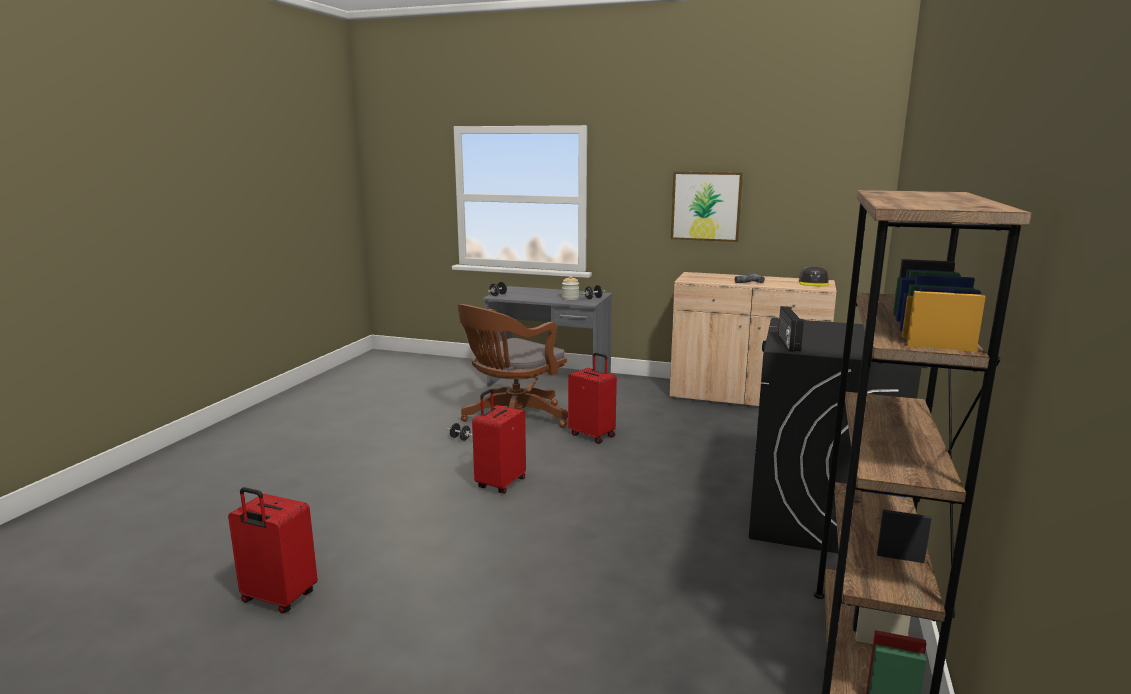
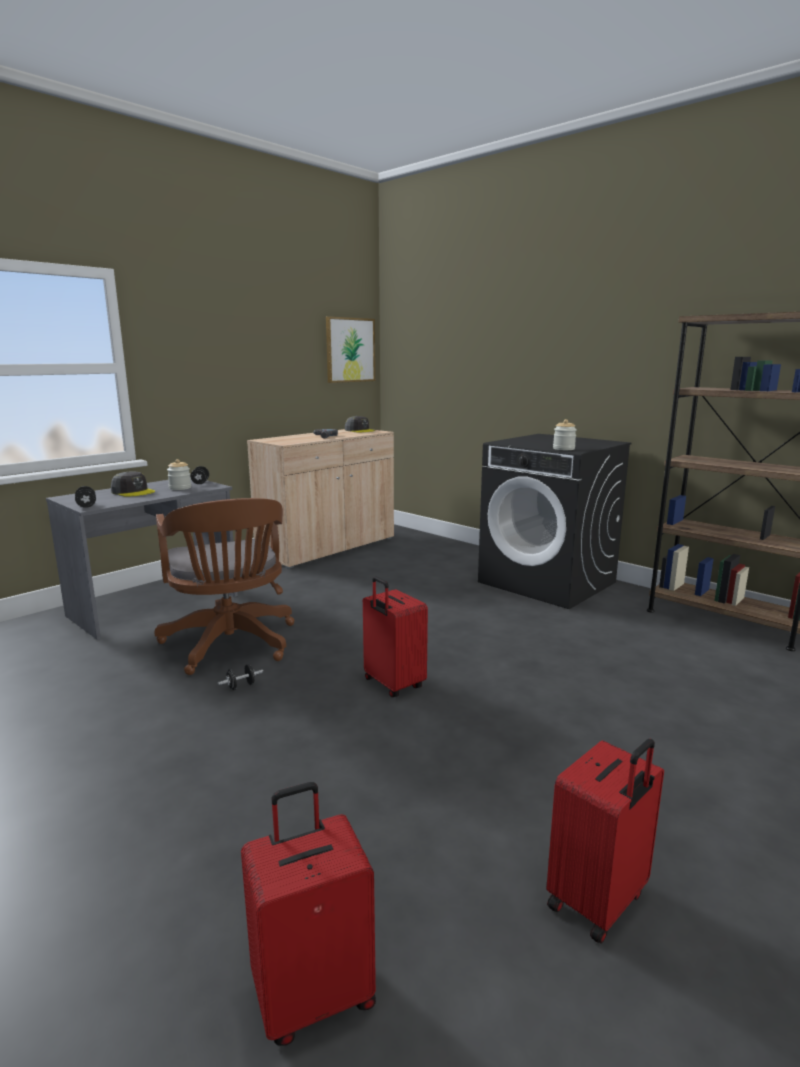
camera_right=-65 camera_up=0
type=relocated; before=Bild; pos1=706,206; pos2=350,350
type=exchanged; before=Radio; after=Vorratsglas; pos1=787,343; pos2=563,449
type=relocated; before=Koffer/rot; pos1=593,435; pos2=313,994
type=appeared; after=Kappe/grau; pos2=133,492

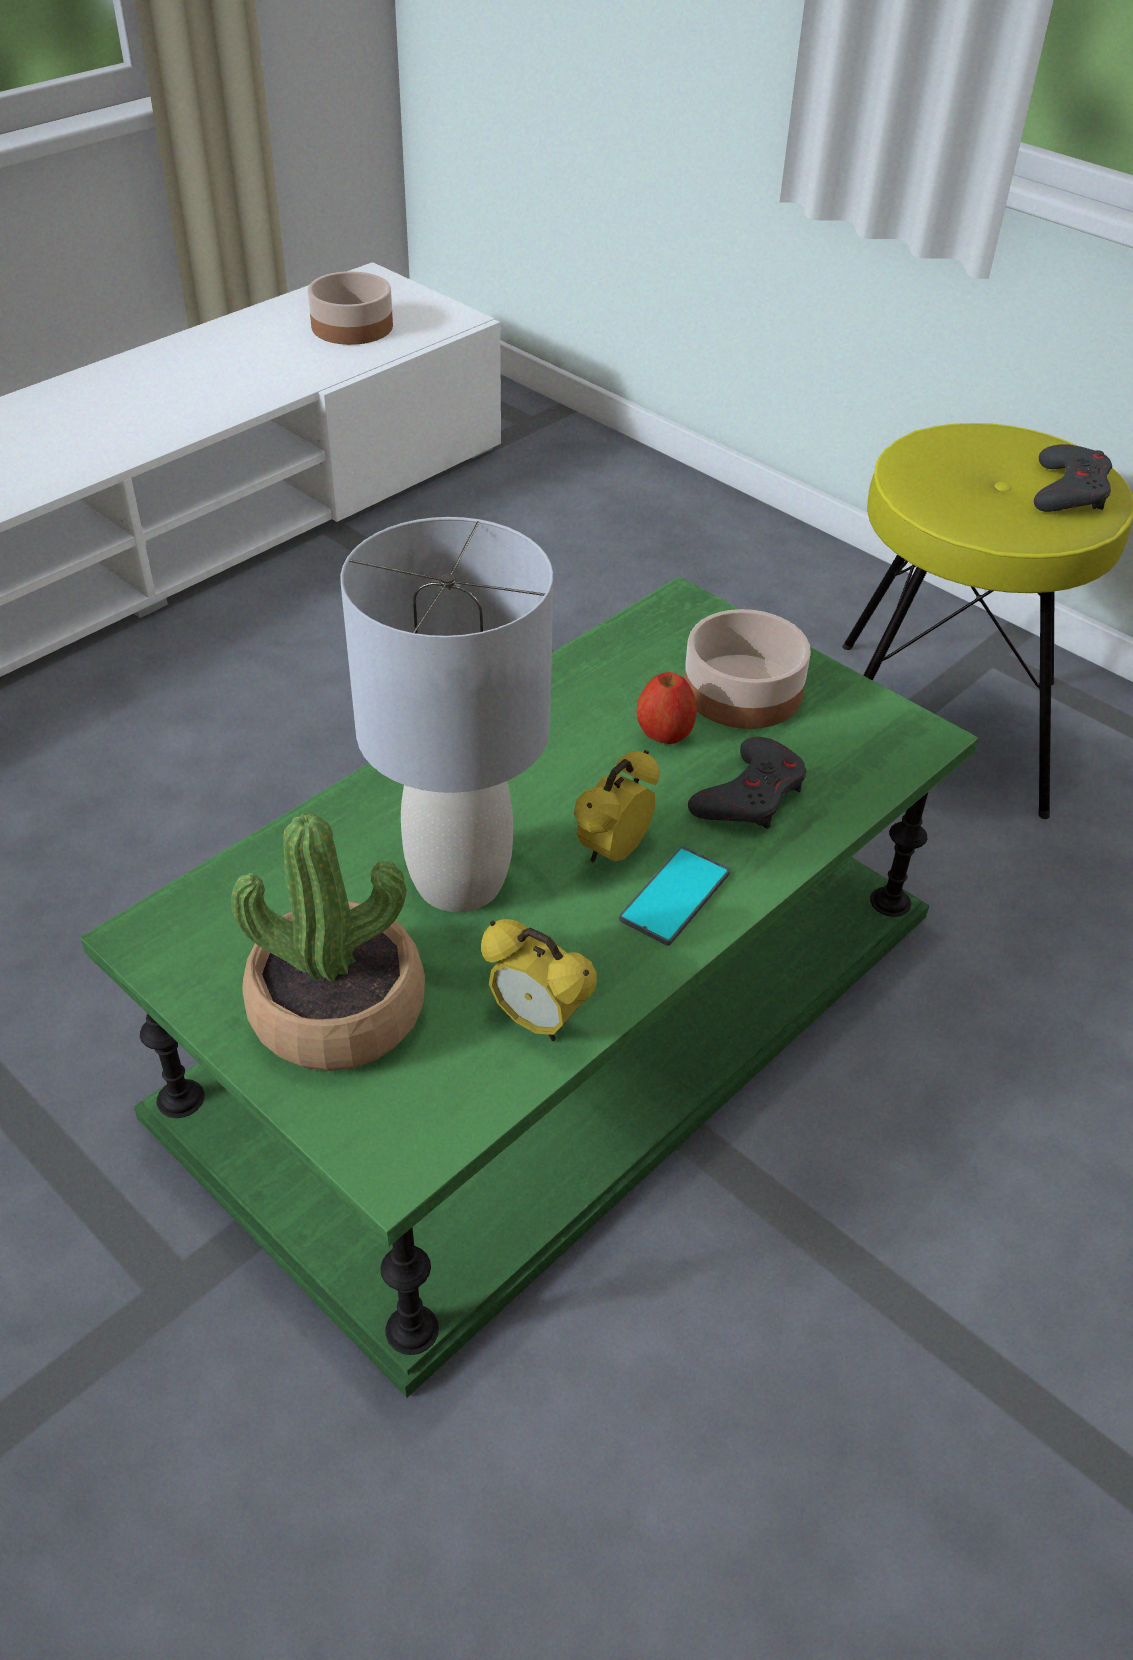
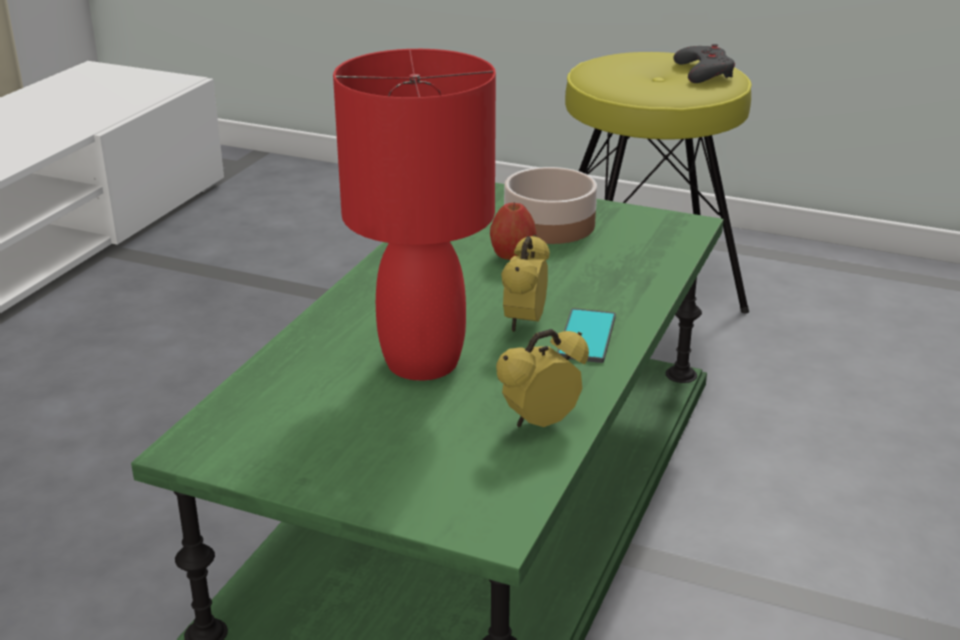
camera_right=-20 camera_up=-15
type=missing; before=Schüssel; pos1=353,327
type=colour; before=Tischlampe/grau; after=Tischlampe/rot; pos1=457,882; pos2=421,363
type=missing; before=Gamepad/grau; pos1=750,794
type=missing; before=Topfpflanze; pos1=338,1009
type=spun; before=Wecker; pos1=537,1022; pos2=541,424; turn=135

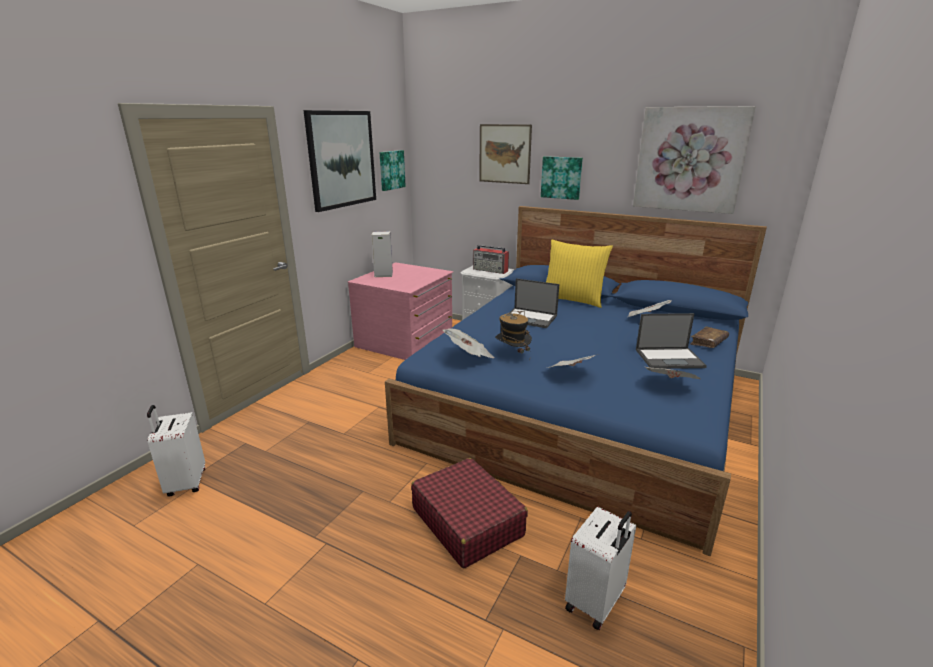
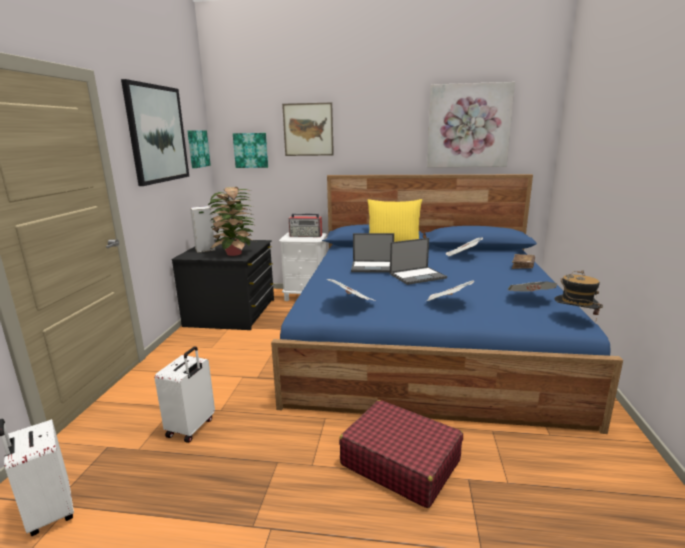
camera_right=-20 camera_up=-5
type=relocated; before=Bild; pos1=561,177; pos2=251,150
type=colour; before=Kommode/rosa; after=Kommode/schwarz; pos1=406,340; pos2=232,312
type=relocated; before=Hut; pos1=512,356; pos2=574,320
type=relocated; before=Laptop; pos1=670,358; pos2=418,276
type=relocated; before=Koffer/weiß; pos1=595,602; pos2=192,427
type=appeared; after=Topfpflanze; pos2=235,254

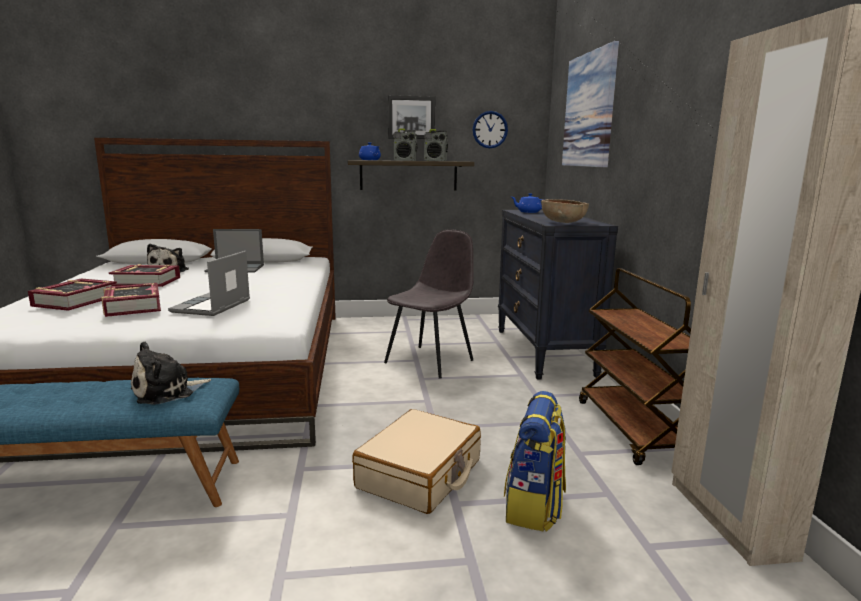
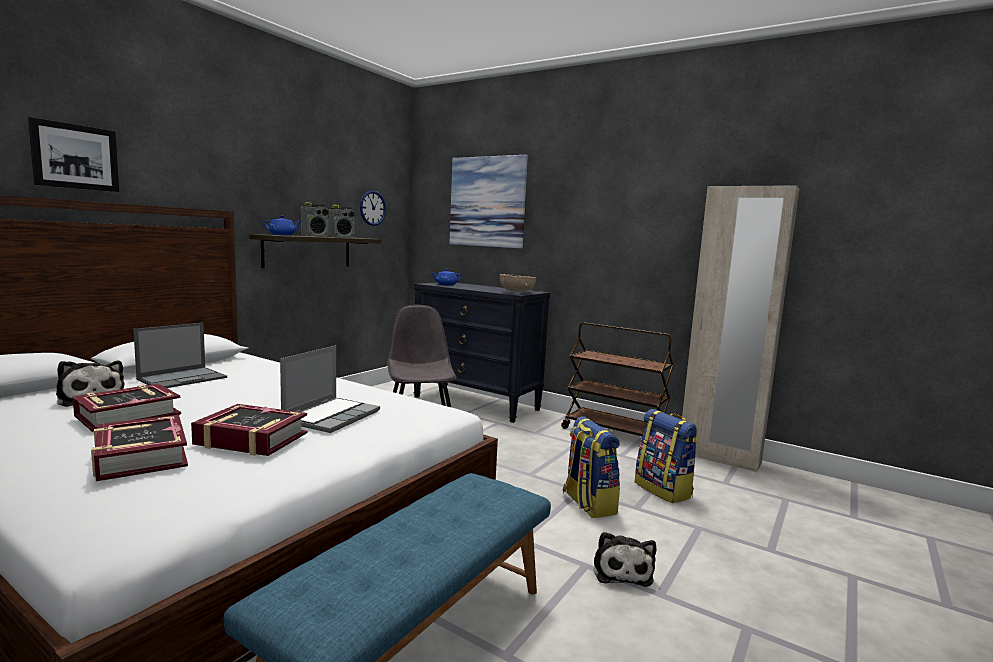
camera_right=-50 camera_up=-5
type=relocated; before=Bild; pos1=411,117; pos2=75,157
type=spun; before=Laptop; pos1=212,306; pos2=331,416; turn=-120
type=relocated; before=Plüschtier; pos1=167,391; pos2=621,570
type=exchanged; before=Koffer/beige; after=Rucksack; pos1=420,474; pos2=588,503

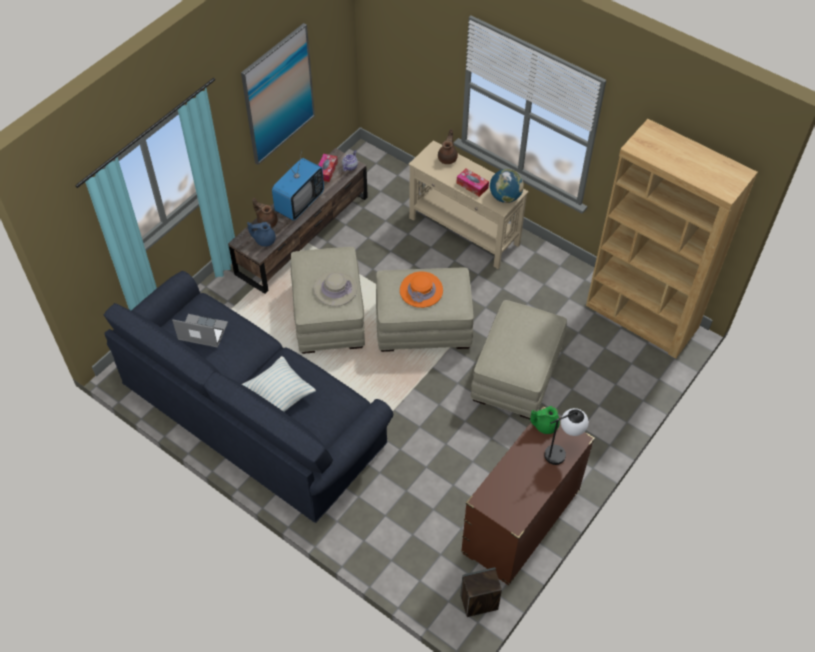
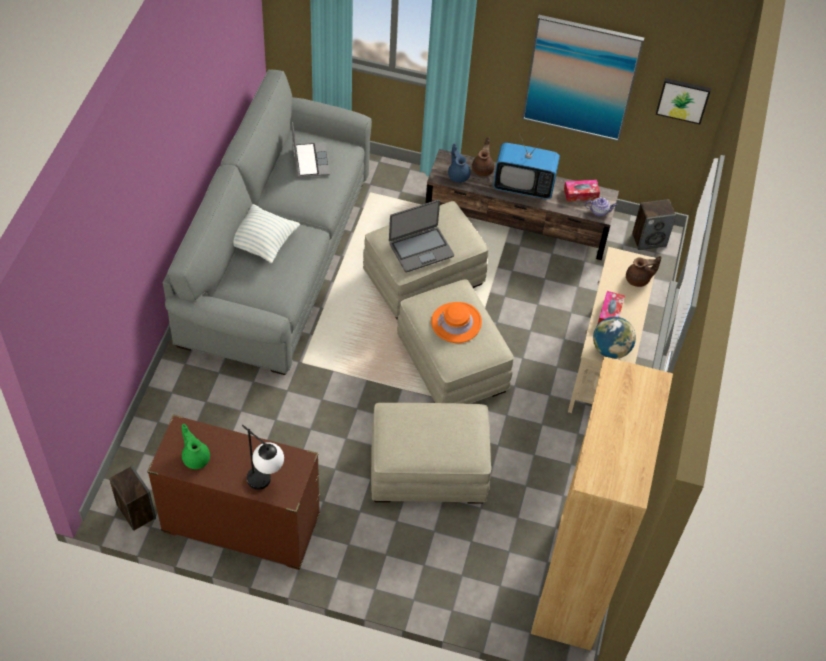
camera_right=65 camera_up=0
type=colour; before=Sofa/blau; after=Sofa/grau; pos1=253,415; pos2=276,258
type=exchanged; before=Hut/beige; after=Laptop; pos1=335,289; pos2=421,249
type=relocated; before=Teekanne/grün; pos1=544,425; pos2=196,457
type=appeared; after=Bild; pos2=683,99
type=appeared; after=Lautsprecher; pos2=649,240

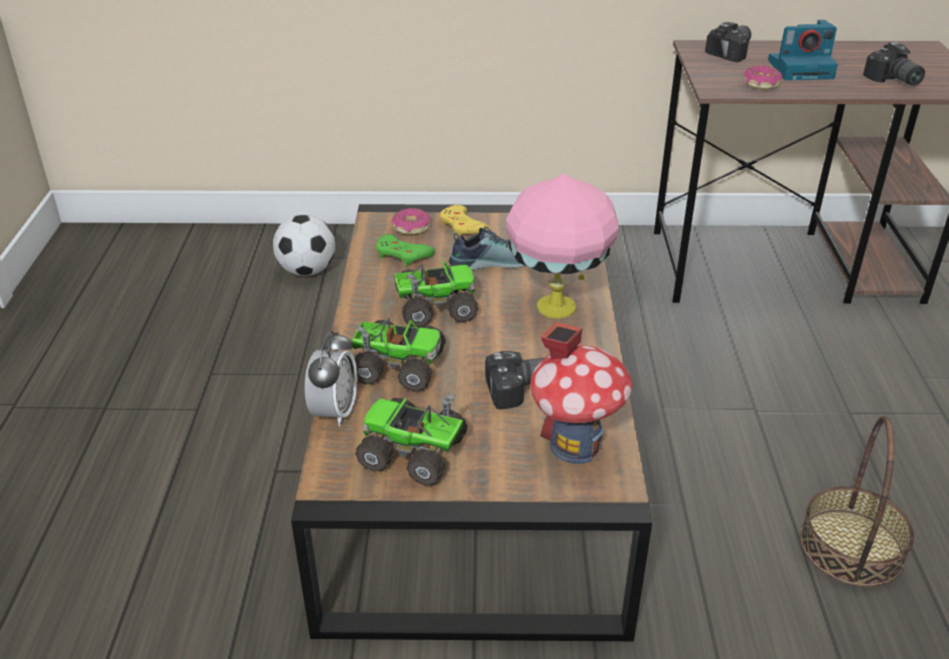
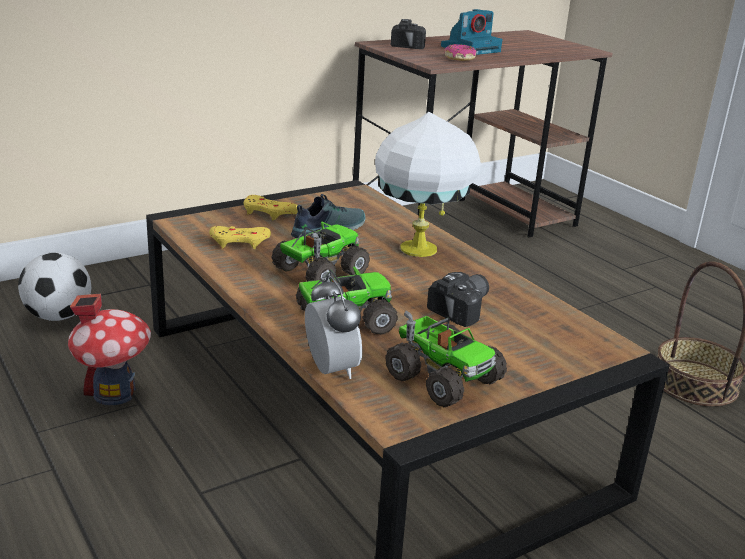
camera_right=-35 camera_up=-10
type=missing; before=Kamera; pos1=892,80
type=colour; before=Tischlampe/rosa; after=Tischlampe/weiß; pos1=557,308; pos2=420,249
type=missing; before=Donut; pos1=411,228
type=colour; before=Gamepad/grün; after=Gamepad/gelb; pos1=402,255; pos2=240,242
type=relocated; before=Spielzeughaus; pos1=575,445; pos2=114,393
type=spun; before=Spielzeuglaster; pos1=414,454; pos2=442,378; turn=-120

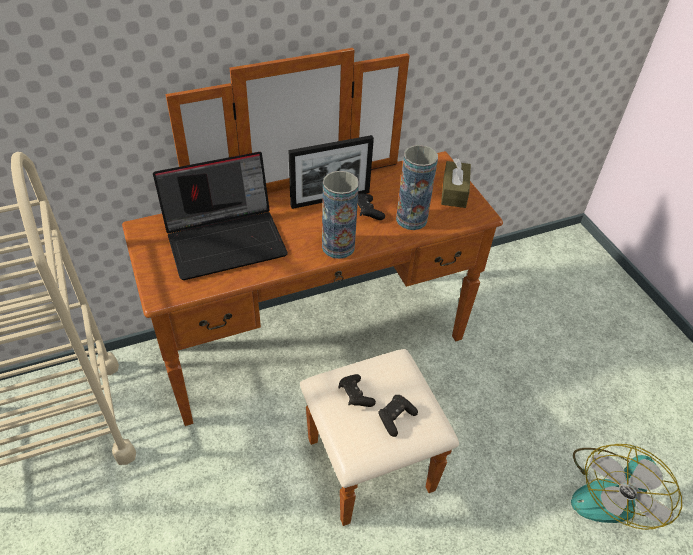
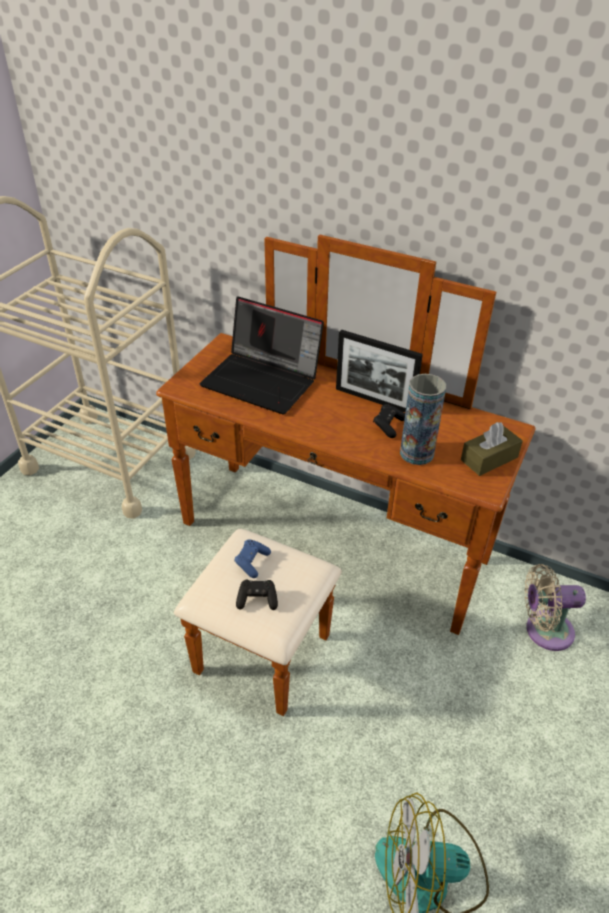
camera_right=50 camera_up=-5
type=missing; before=Vase; pos1=338,247
type=colour; before=Gamepad/schwarz; after=Gamepad/blau; pos1=355,396; pos2=252,562
type=appeared; after=Ventilator/beige; pos2=544,630

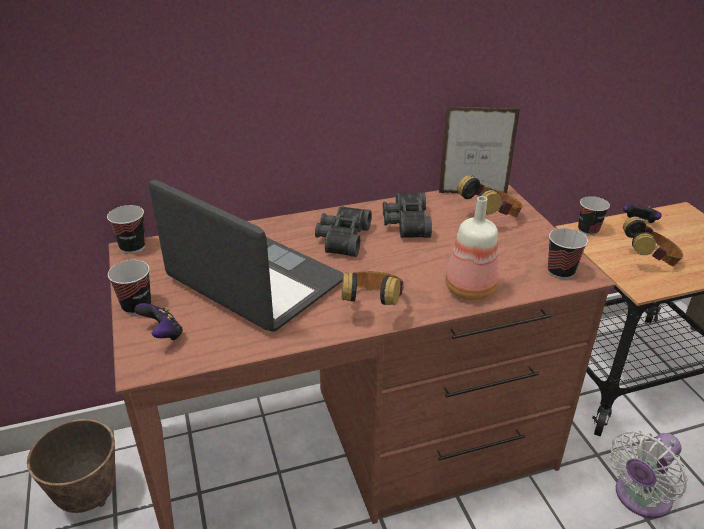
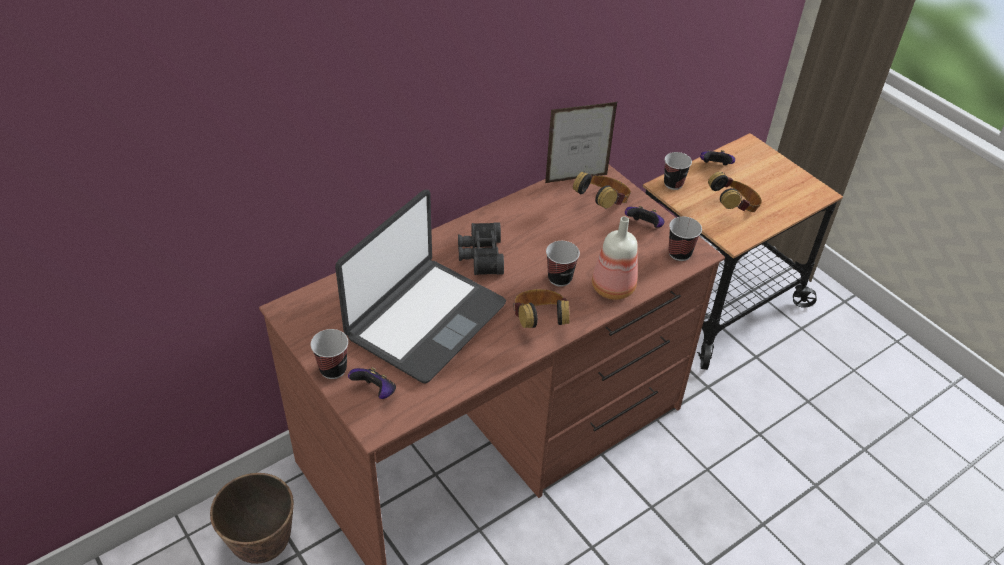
camera_right=-20 camera_up=10
type=spun; before=Laptop; pos1=254,281; pos2=425,320; turn=105
type=missing; before=Fernglas/schwarz; pos1=405,223
type=relocated; before=Tasse; pos1=132,247; pos2=560,278
type=missing; before=Ventilator/weiß; pos1=639,498
type=appeared; after=Gamepad; pos2=644,226

